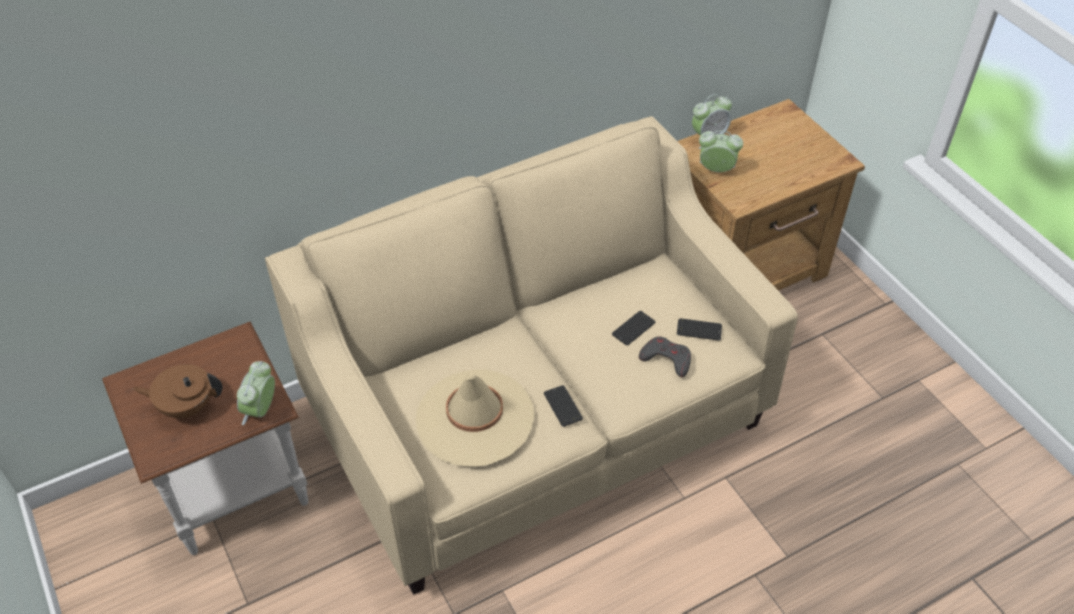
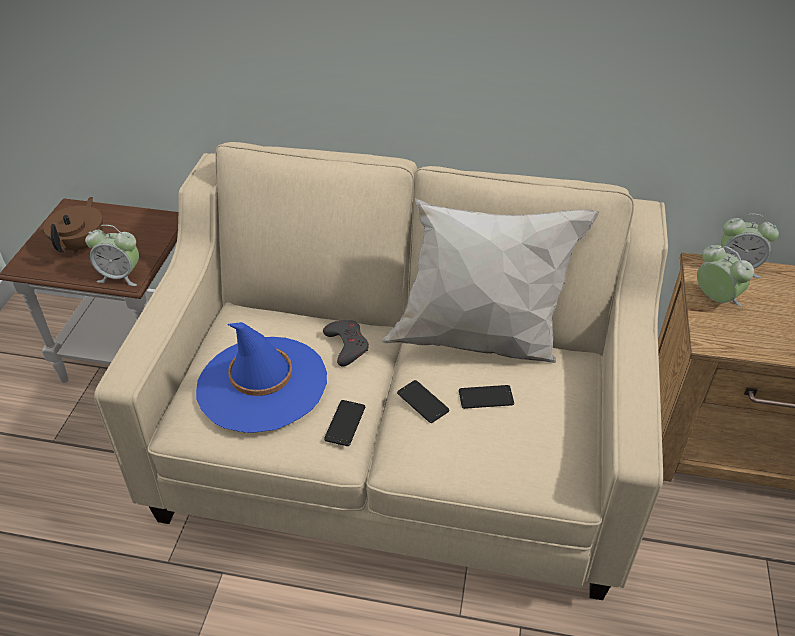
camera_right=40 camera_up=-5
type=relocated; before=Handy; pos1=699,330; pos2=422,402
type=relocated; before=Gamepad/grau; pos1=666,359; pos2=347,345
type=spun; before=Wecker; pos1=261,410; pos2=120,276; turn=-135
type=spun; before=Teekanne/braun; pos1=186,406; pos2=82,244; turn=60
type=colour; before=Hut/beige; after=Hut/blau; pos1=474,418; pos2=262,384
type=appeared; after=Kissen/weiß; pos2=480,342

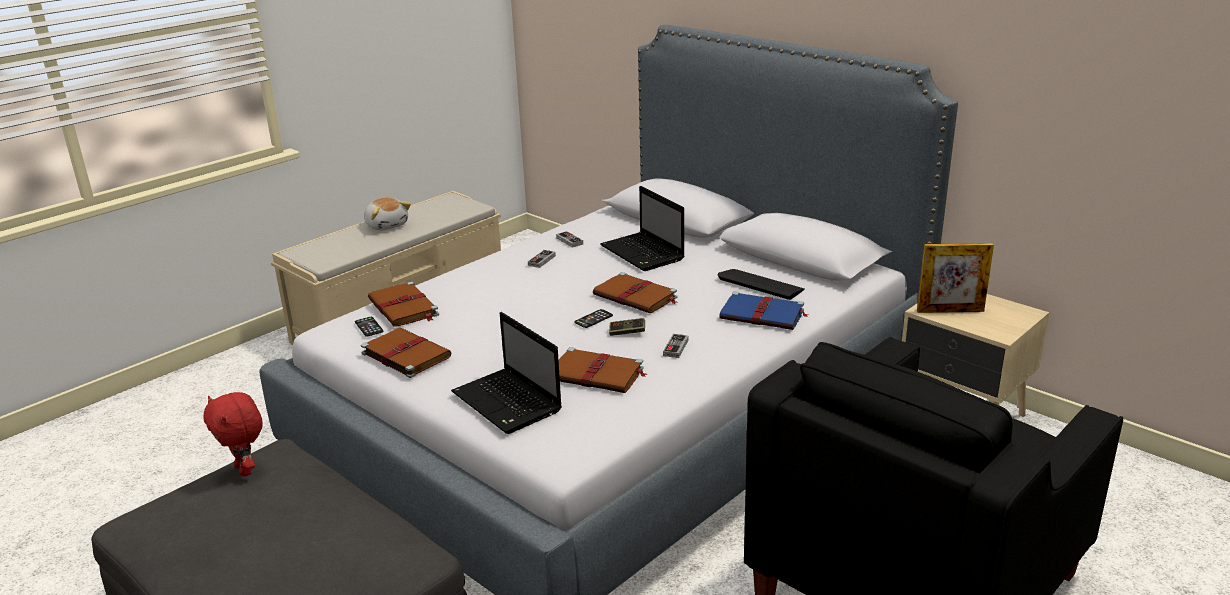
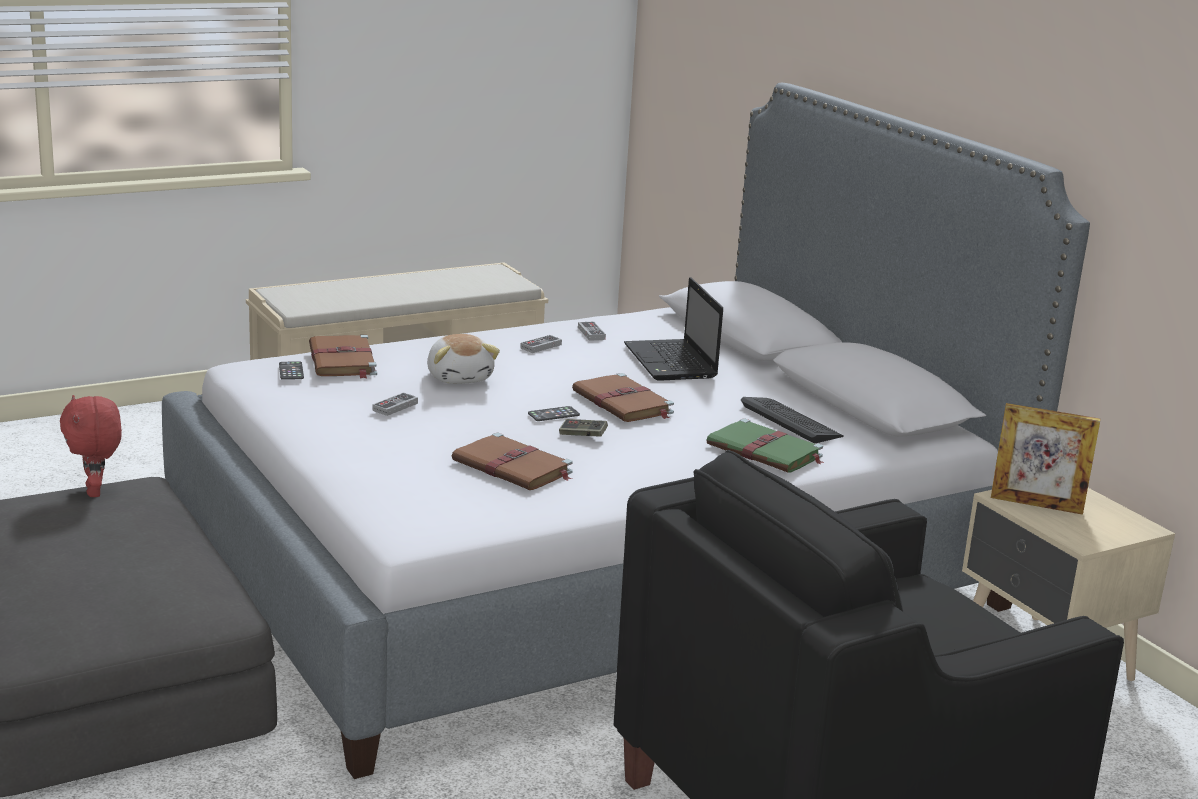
camera_right=15 camera_up=-5
type=relocated; before=Plüschtier; pos1=387,225; pos2=460,377
type=colour; before=Buch/blau; after=Buch/grün; pos1=763,315; pos2=766,451
type=missing; before=Laptop; pos1=508,403
type=missing; before=Buch/braun; pos1=405,354
type=relocated; before=Gamepad; pos1=675,348; pos2=395,407

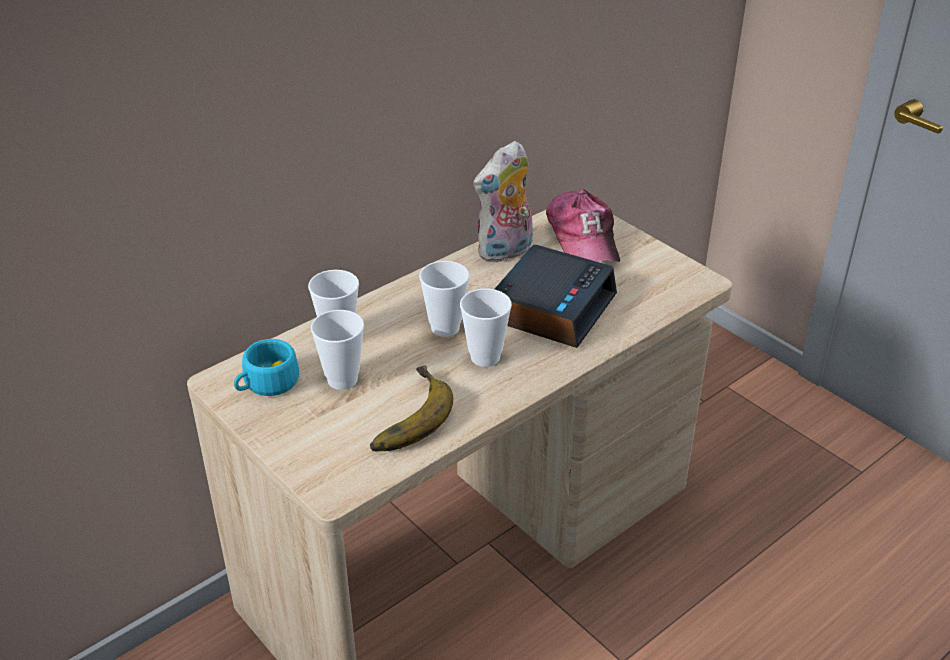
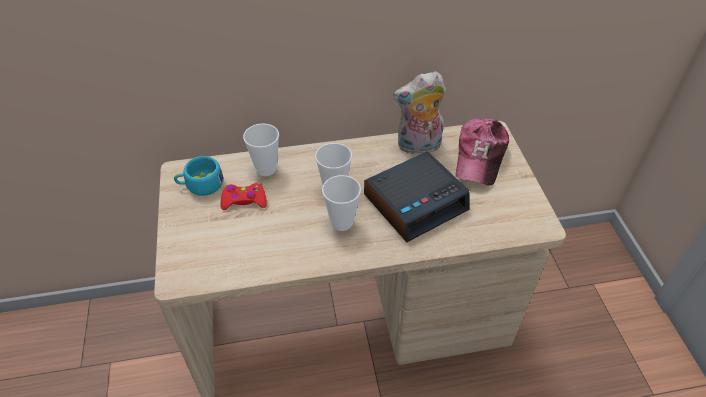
camera_right=30 camera_up=10
type=exchanged; before=Tasse; after=Gamepad/rot; pos1=342,380; pos2=244,201
type=missing; before=Banane; pos1=404,416

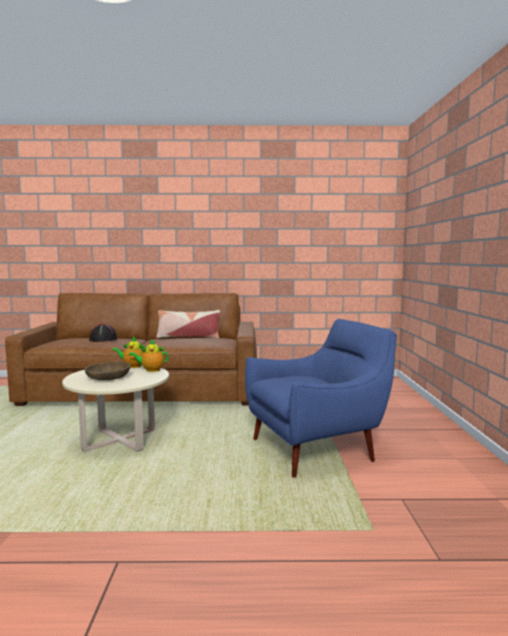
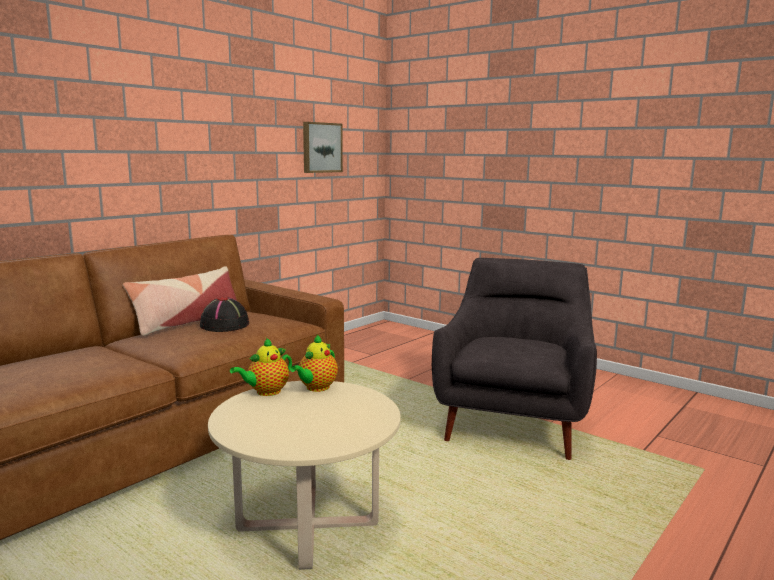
camera_right=-50 camera_up=5
type=colour; before=Sessel/blau; after=Sessel/grau; pos1=316,449; pos2=513,423
type=relocated; before=Hut/schwarz; pos1=103,339; pos2=225,325
type=missing; before=Schüssel/braun; pos1=108,377
type=appeared; after=Bild; pos2=321,147

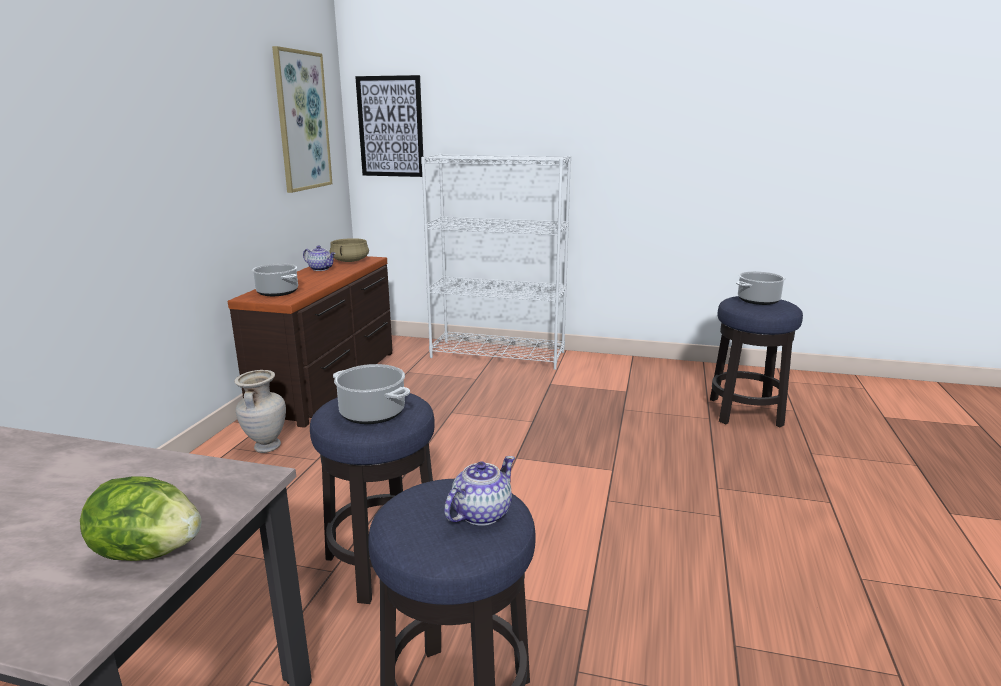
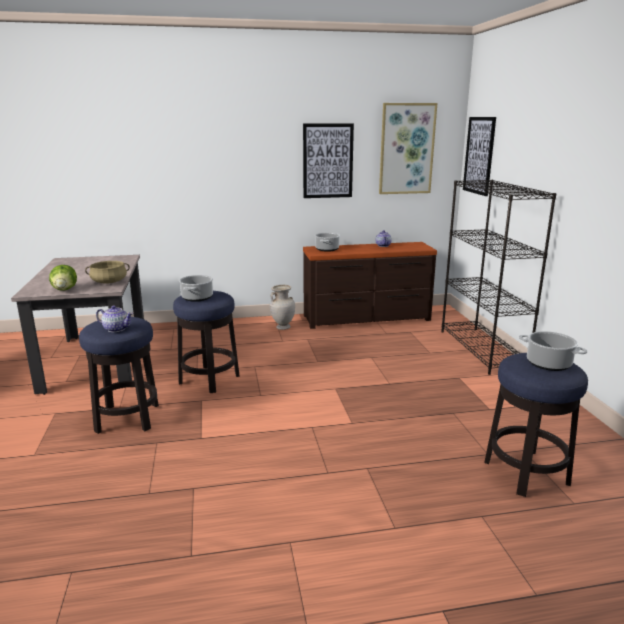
camera_right=65 camera_up=0
type=colour; before=Bücherregal/weiß; after=Bücherregal/schwarz; pos1=498,354; pos2=482,350
type=relocated; before=Kochtopf/beige; pos1=349,261; pos2=109,282
type=appeared; after=Bild; pos2=327,161

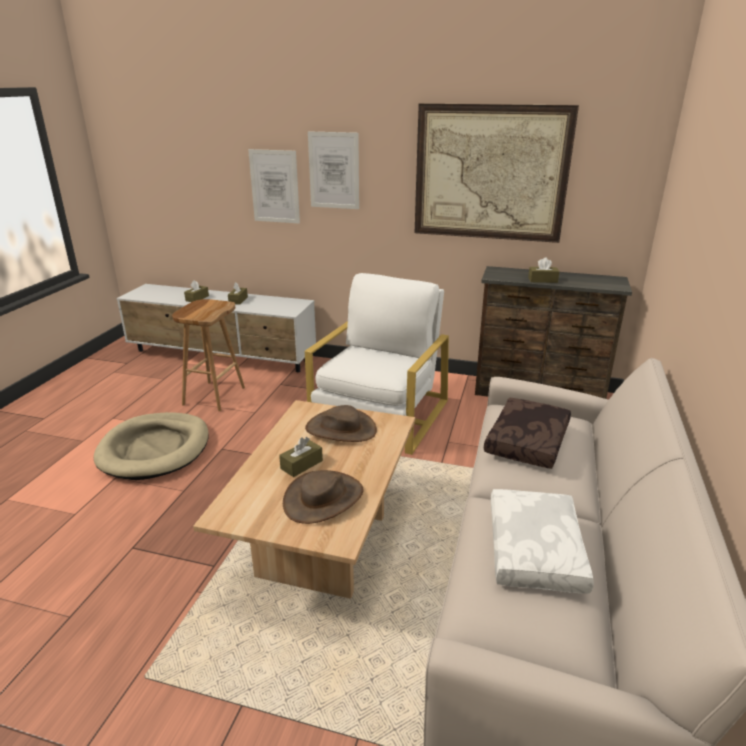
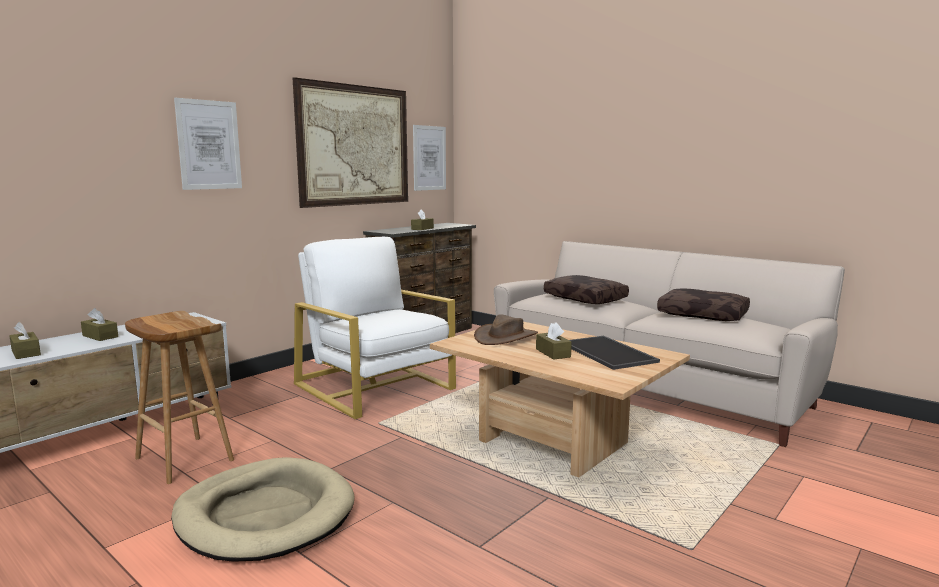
camera_right=-65 camera_up=-15
type=relocated; before=Bild; pos1=274,186; pos2=429,158
type=exchanged; before=Hut/braun; after=Tablett; pos1=324,498; pos2=609,352
type=colour; before=Kissen/weiß; after=Kissen/braun; pos1=537,551; pos2=703,315

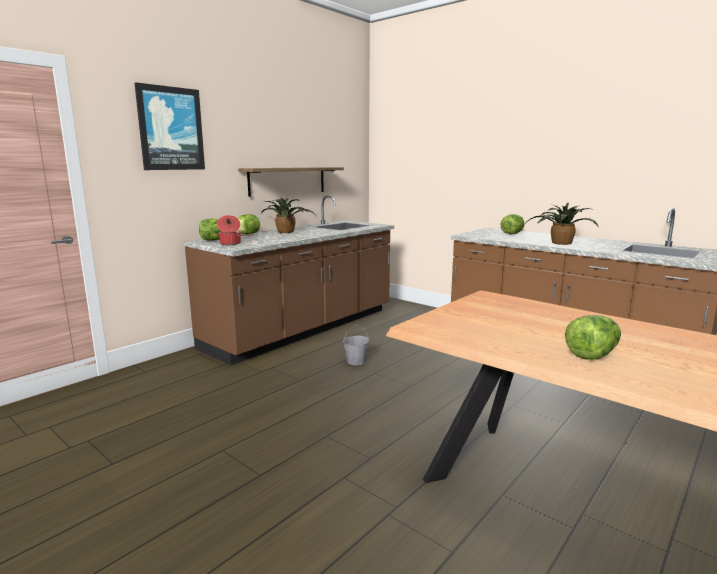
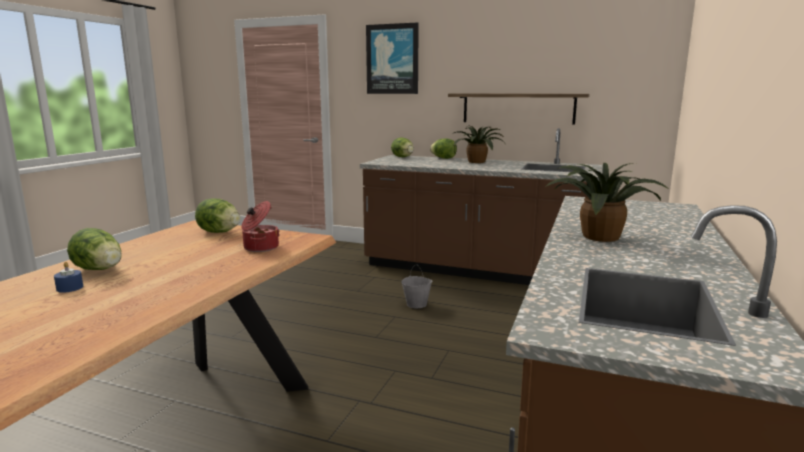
camera_right=70 camera_up=0
type=relocated; before=Salatkopf; pos1=512,234; pos2=219,232
type=relocated; before=Kochtopf; pos1=230,243; pos2=260,247
type=appeared; after=Kerze/blau; pos2=70,288

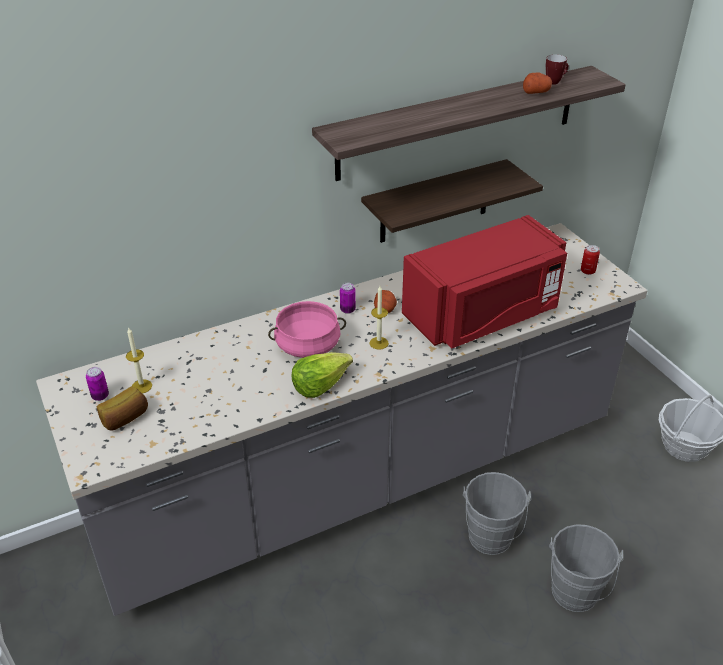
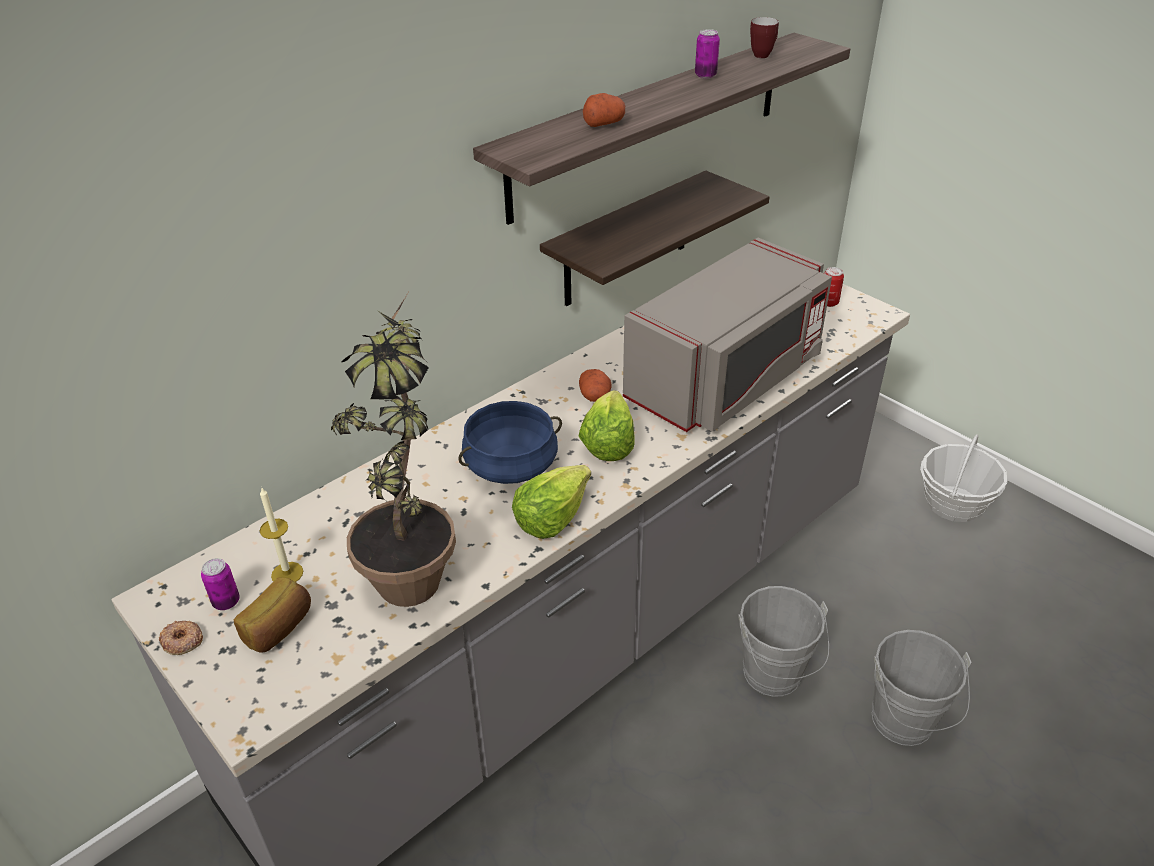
camera_right=-15 camera_up=0
type=relocated; before=Kartoffel; pos1=536,92; pos2=604,123
type=colour; before=Mikrowelle/rot; after=Mikrowelle/grau; pos1=482,314; pos2=726,379
type=relocated; before=Dose; pos1=347,310; pos2=705,75
type=exchanged; before=Kerze; after=Salatkopf; pos1=379,343; pos2=607,443
type=colour; before=Kochtopf/rosa; after=Kochtopf/blau; pos1=307,346; pos2=511,466
type=appeared; after=Topfpflanze; pos2=414,565
type=appeared; after=Donut; pos2=182,641

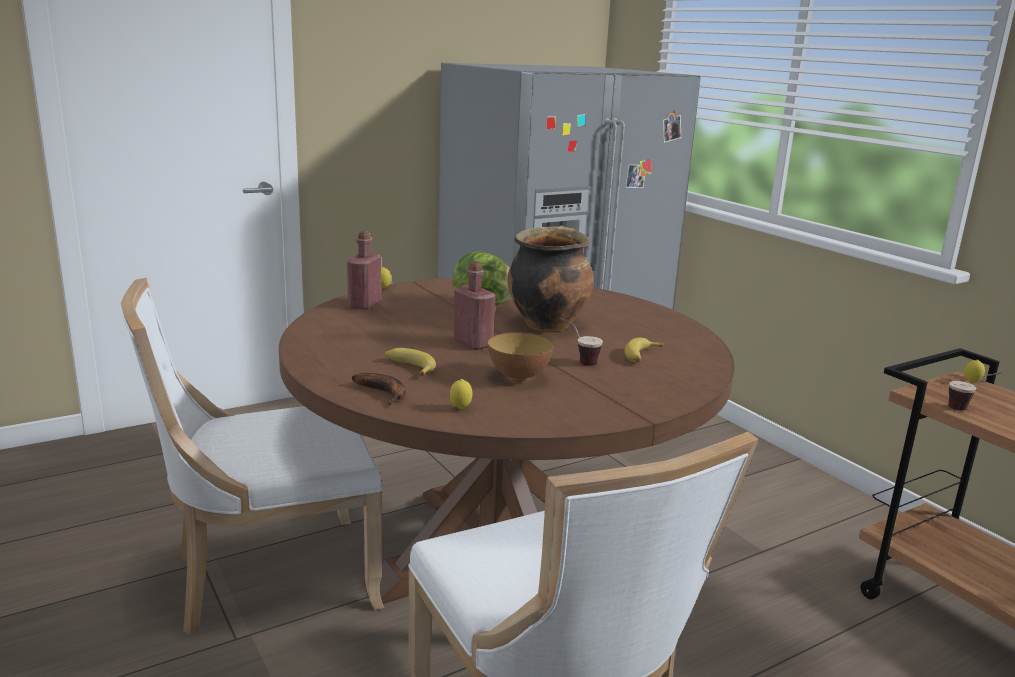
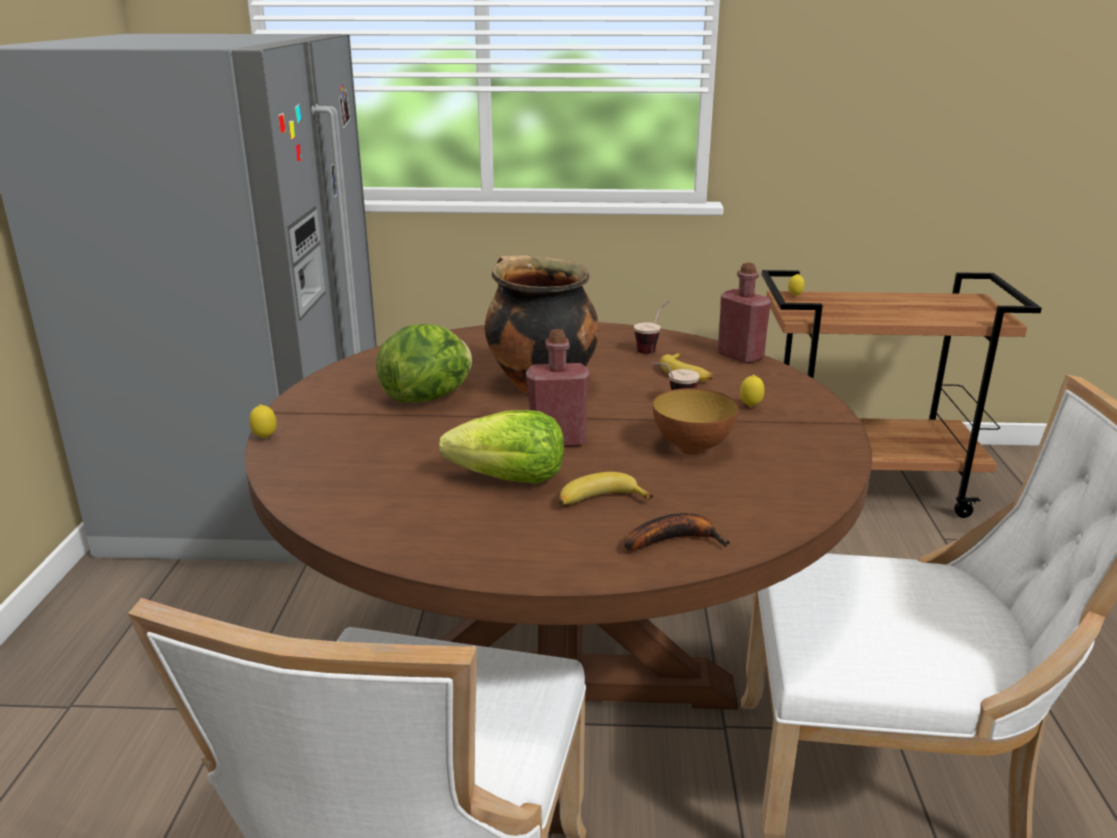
camera_right=-55 camera_up=5
type=relocated; before=Flasche/rot; pos1=364,304; pos2=740,356
type=relocated; before=Tasse; pos1=967,408; pos2=652,348
type=relocated; before=Zitrone; pos1=460,409; pos2=750,407
type=appeared; after=Salatkopf; pos2=510,480

